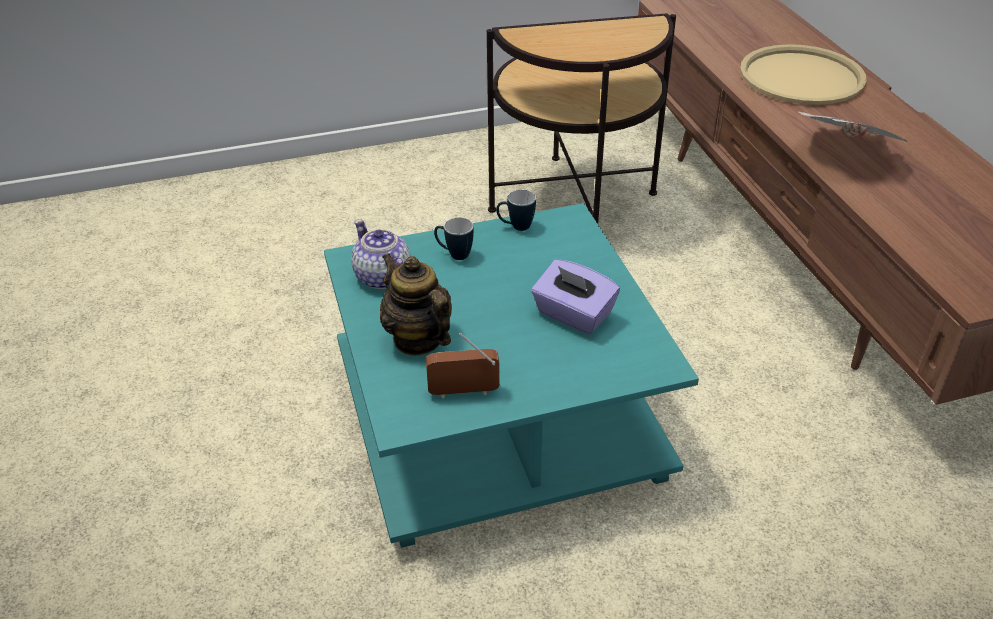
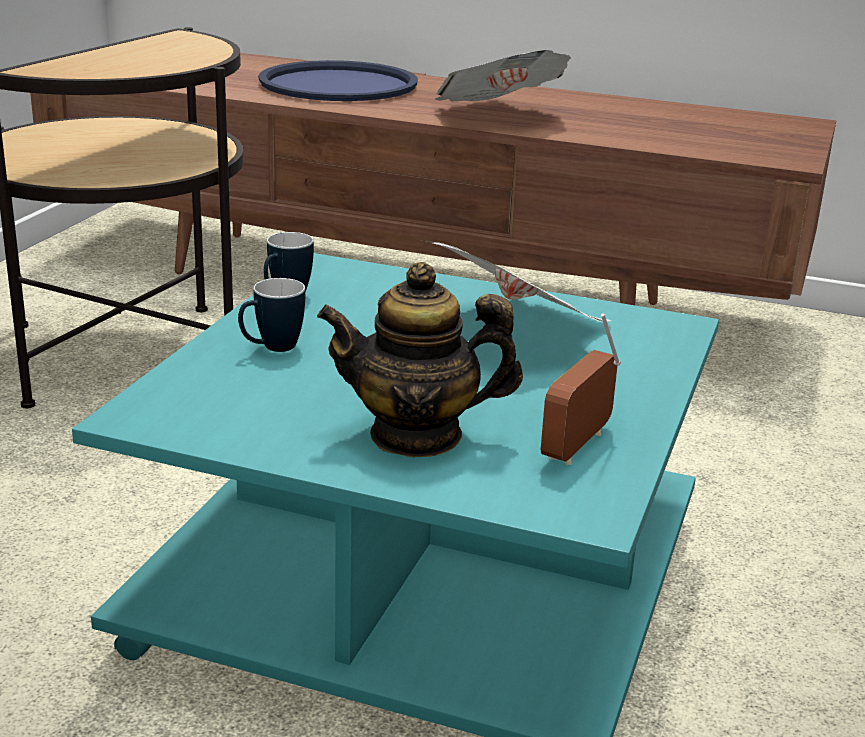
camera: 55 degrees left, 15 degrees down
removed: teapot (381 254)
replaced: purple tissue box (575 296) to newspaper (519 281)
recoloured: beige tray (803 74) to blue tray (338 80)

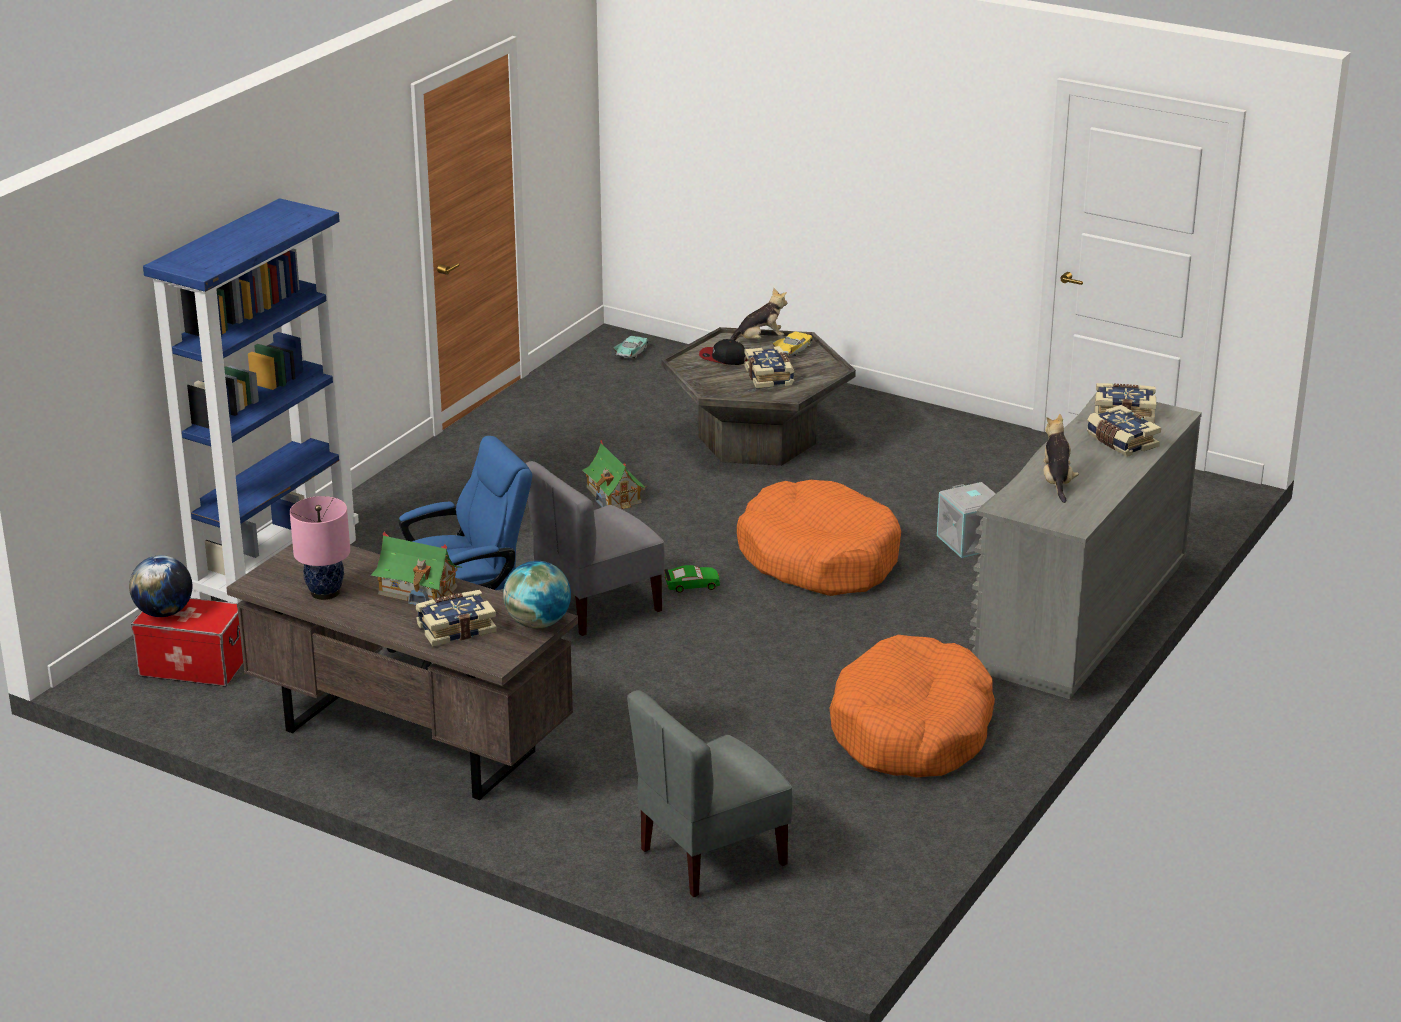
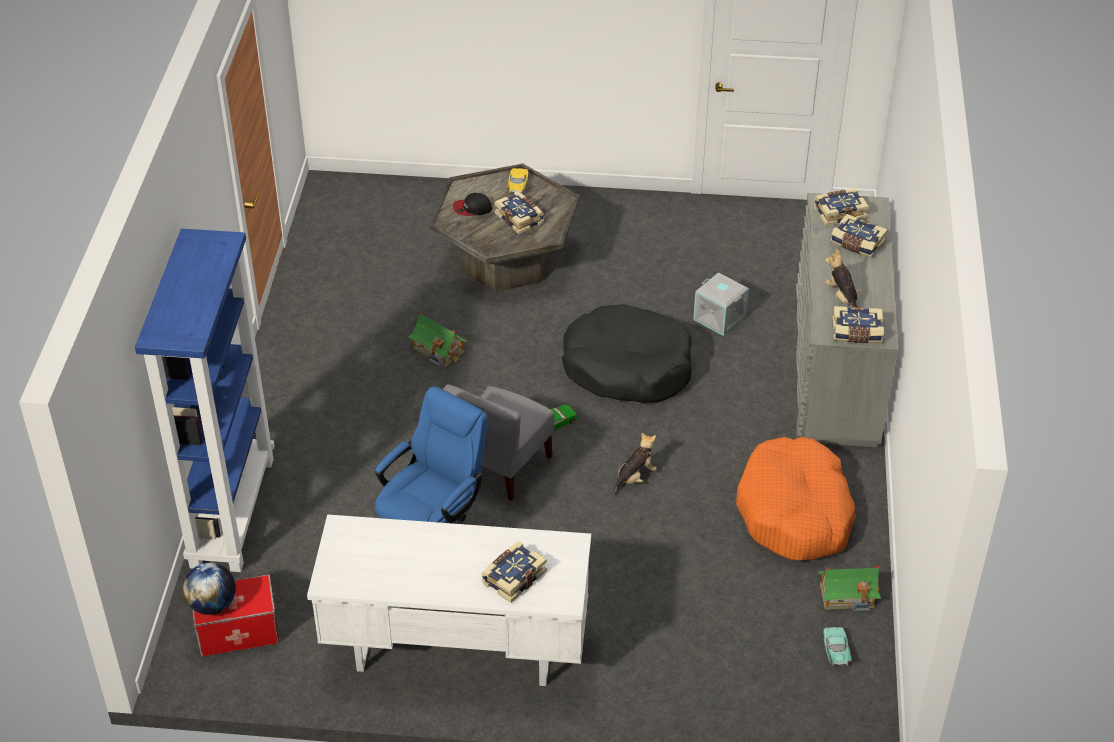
camera: 25 degrees left, 15 degrees up
removed: pink table lamp (320 548); globe (537 594); grey chair (709 793)
added: book (858 324)
moved: toy house (416 568) to (849 588); turquoise toy car (631 347) to (837 646); plush toy (758 314) to (635 464)
recoloured: brown desk (402 671) to white desk (449 600); orange dog bed (819 538) to black dog bed (627 353)

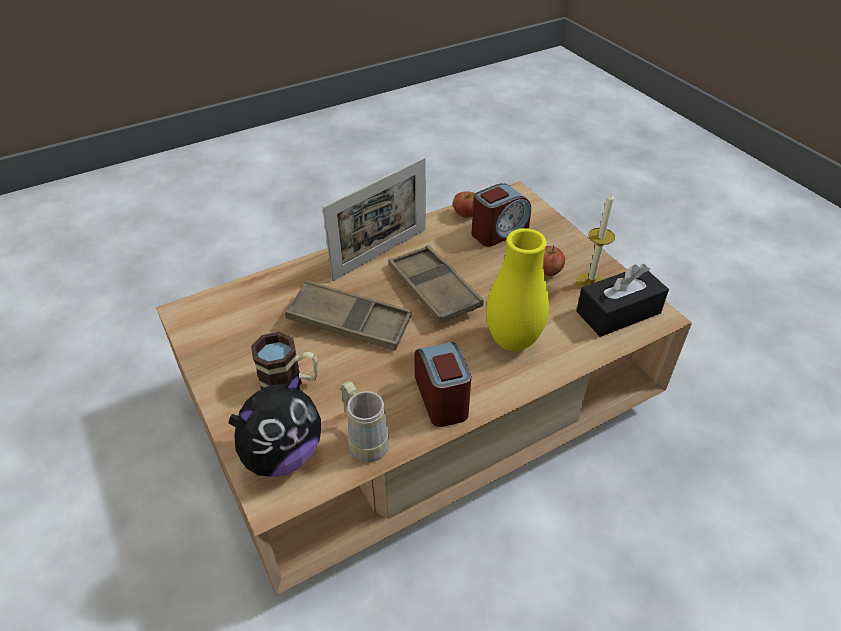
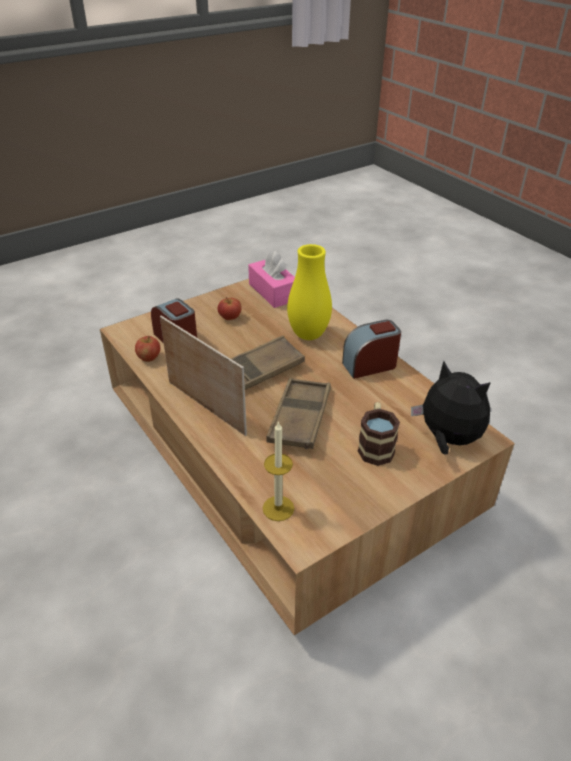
camera: 95 degrees left, 5 degrees down
removed: beige mug (365 421)
moved: candle (595 240) to (278 471)
recoloured: black tissue box (622 300) to pink tissue box (271 279)

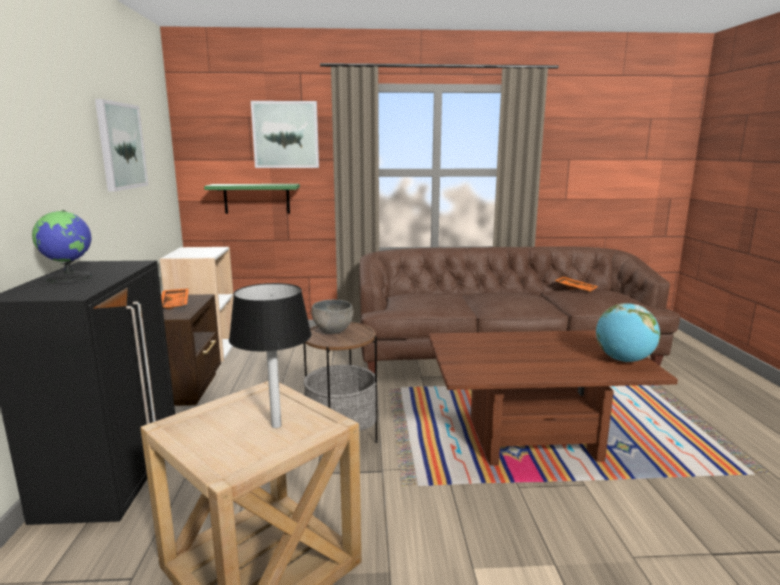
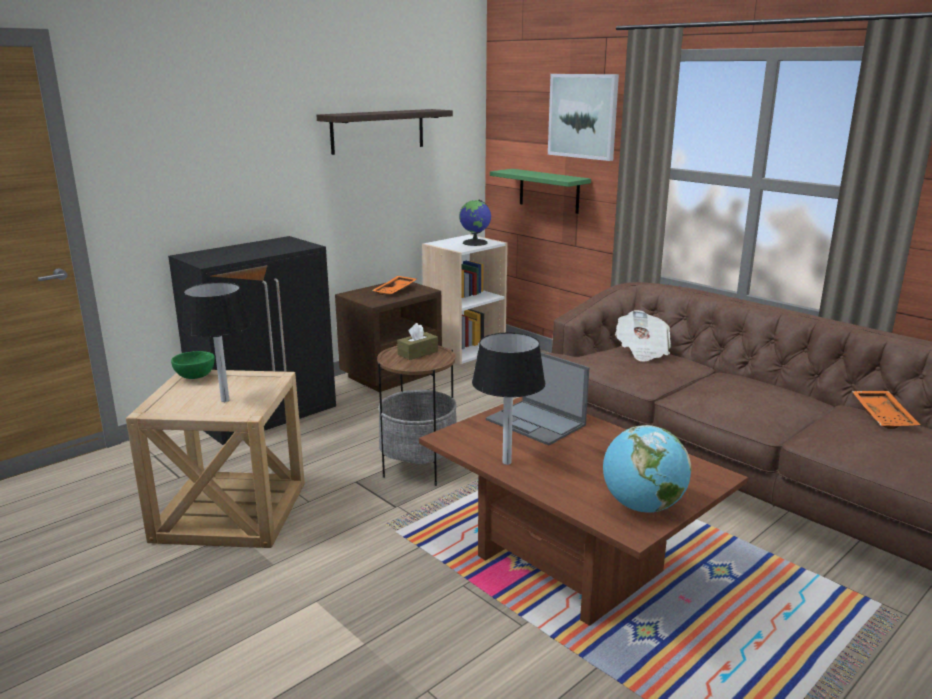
camera: 50 degrees right, 5 degrees up
added: green bowl (193 365); black table lamp (509 399); laptop (537 399); newspaper (643 336)
moved: globe (62 246) to (475 223)
replaced: picture (121 145) to shelf (385 132); grey bowl (332 317) to brown tissue box (417 341)

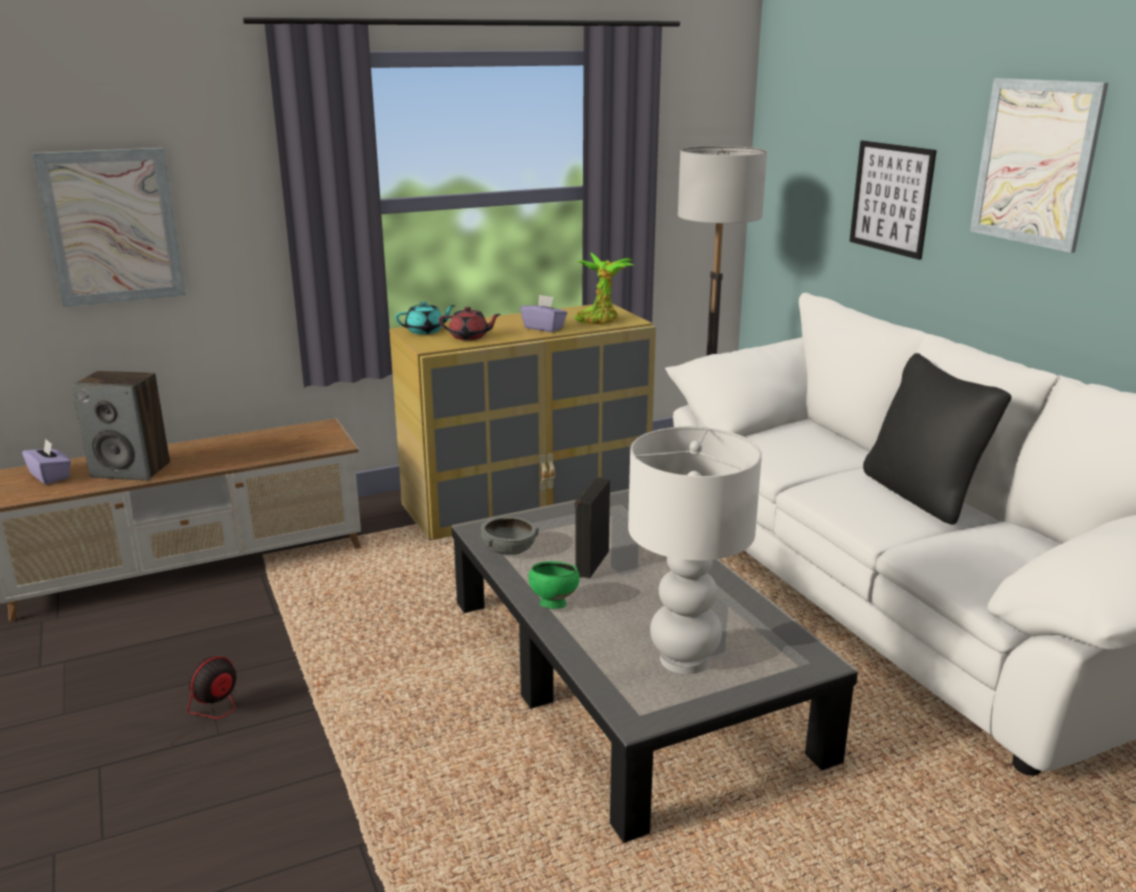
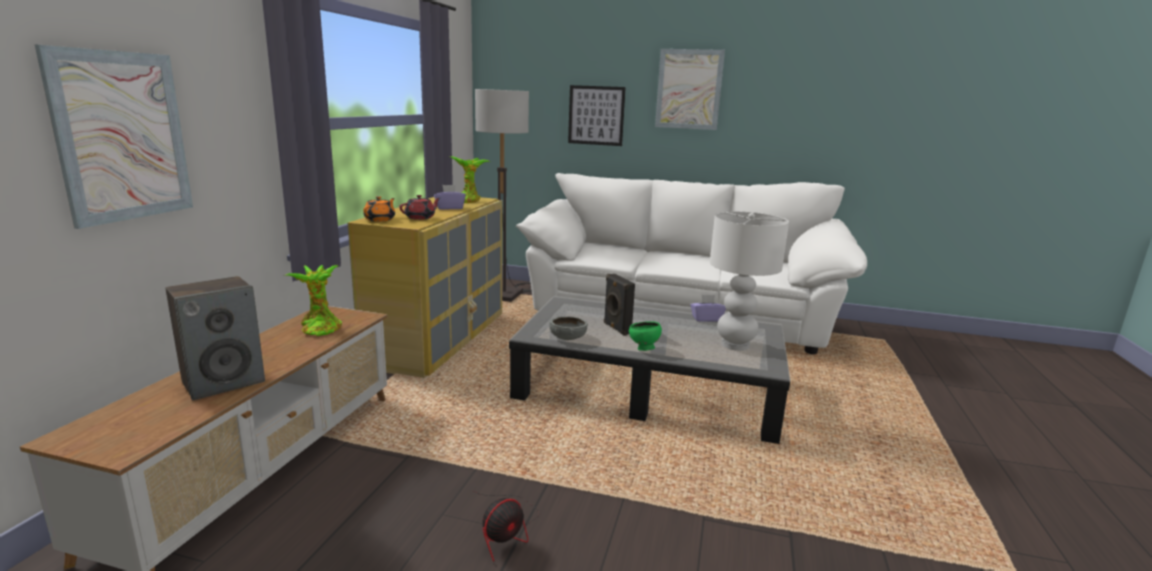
camera: 50 degrees left, 5 degrees down
removed: black pillow (937 439)
added: potted plant (314 300)
moved: purple tissue box (46 461) to (708 308)
recoloured: turquoise teapot (425 318) to orange teapot (379 209)
turned: fan (216 712) = (504 524) 120 degrees counterclockwise

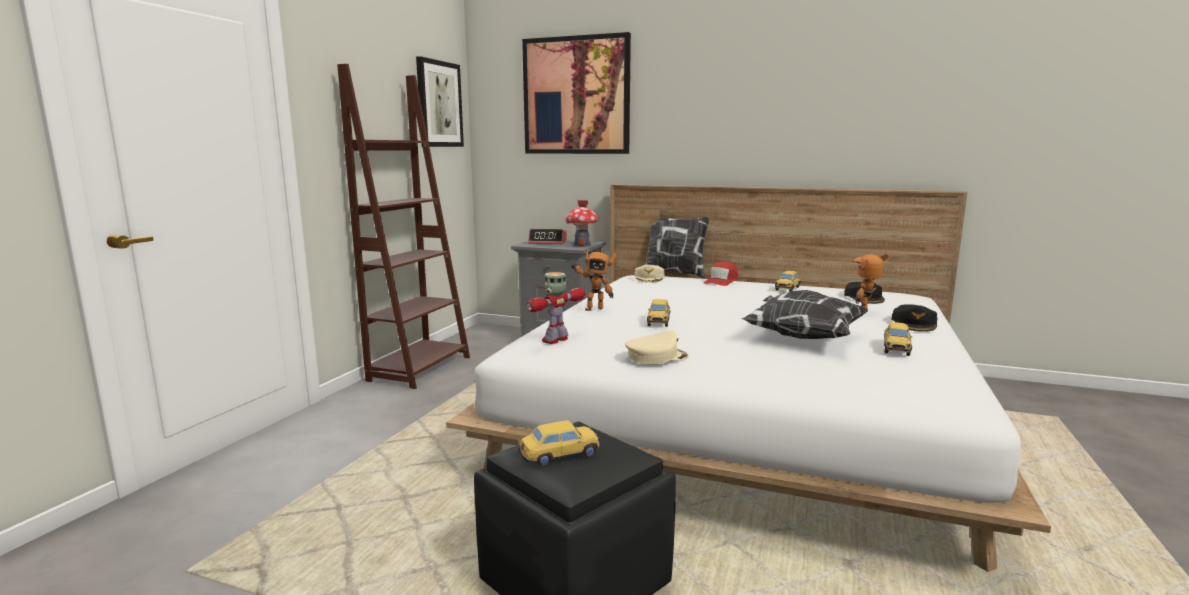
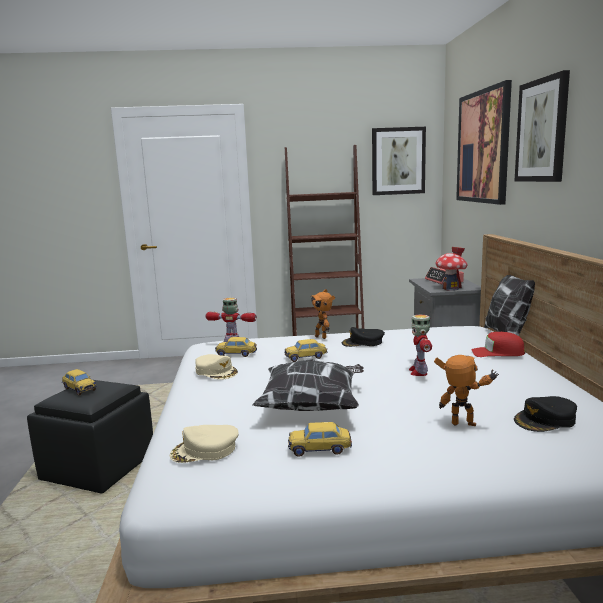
camera: 65 degrees right, 0 degrees up
added: toy robot (420 345); picture (542 126)
moved: beige cap (650 274) to (204 444); toy car (788 281) to (236 347); black cap (915 318) to (363 337)

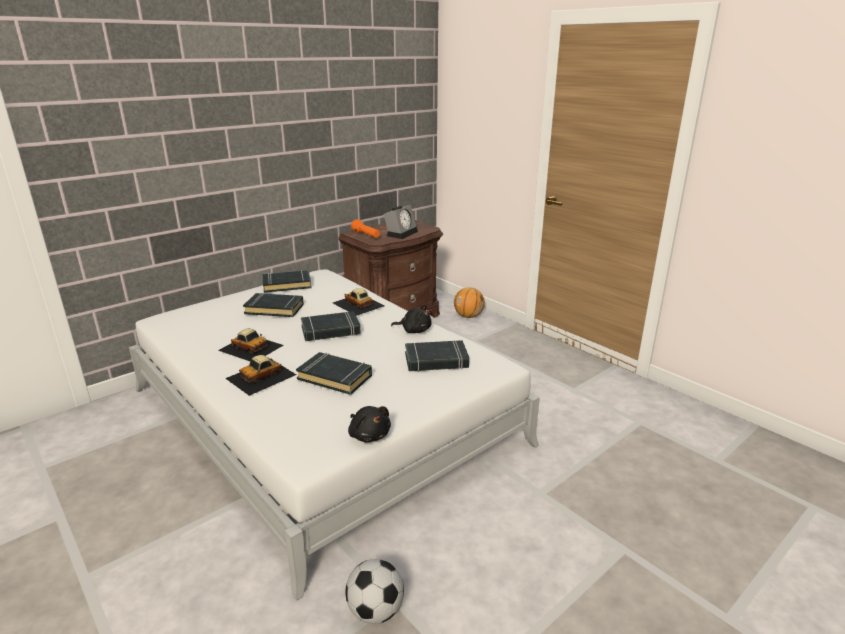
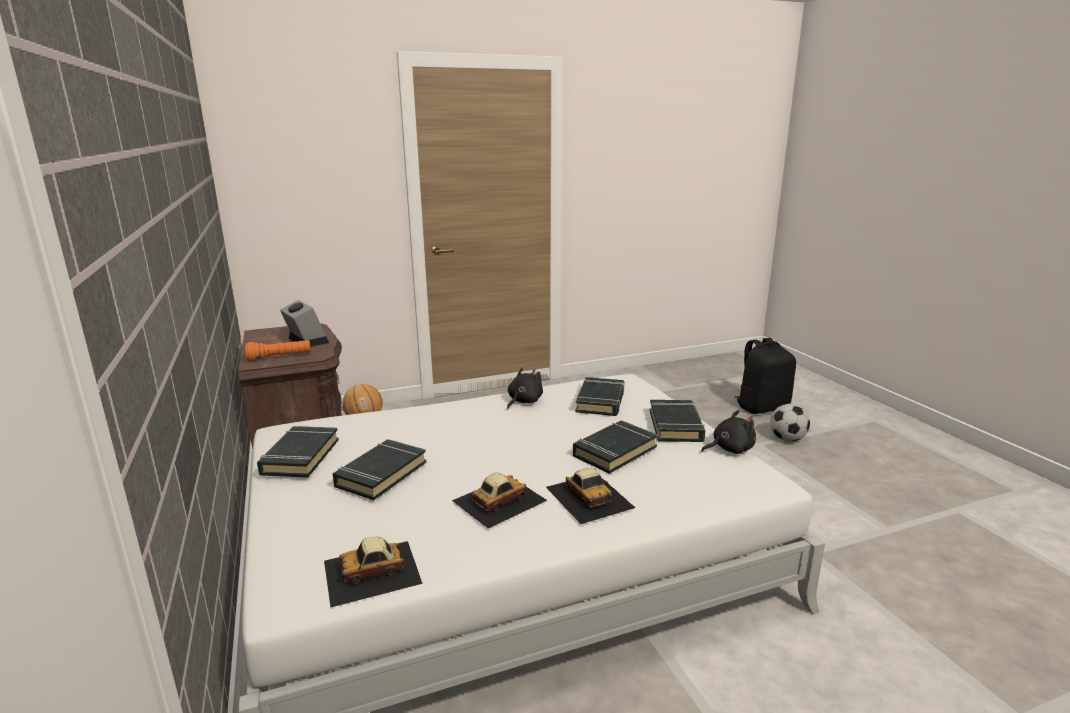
camera: 70 degrees left, 5 degrees down
added: black backpack (765 376)
moved: black book (331 326) to (677 421); toy car (359 302) to (373 572); football (375 591) to (790 422)

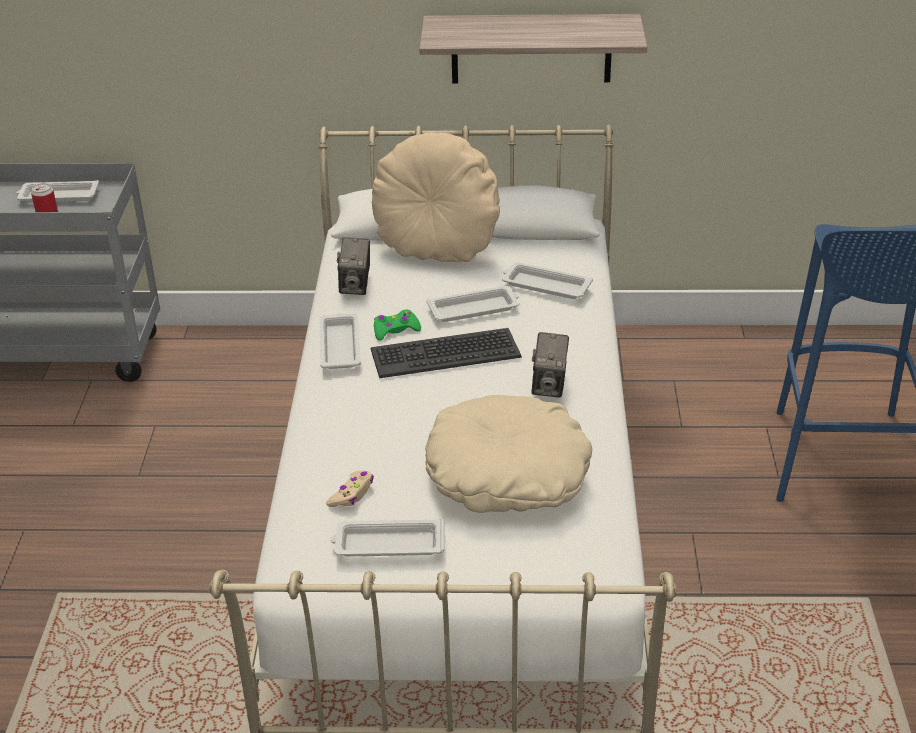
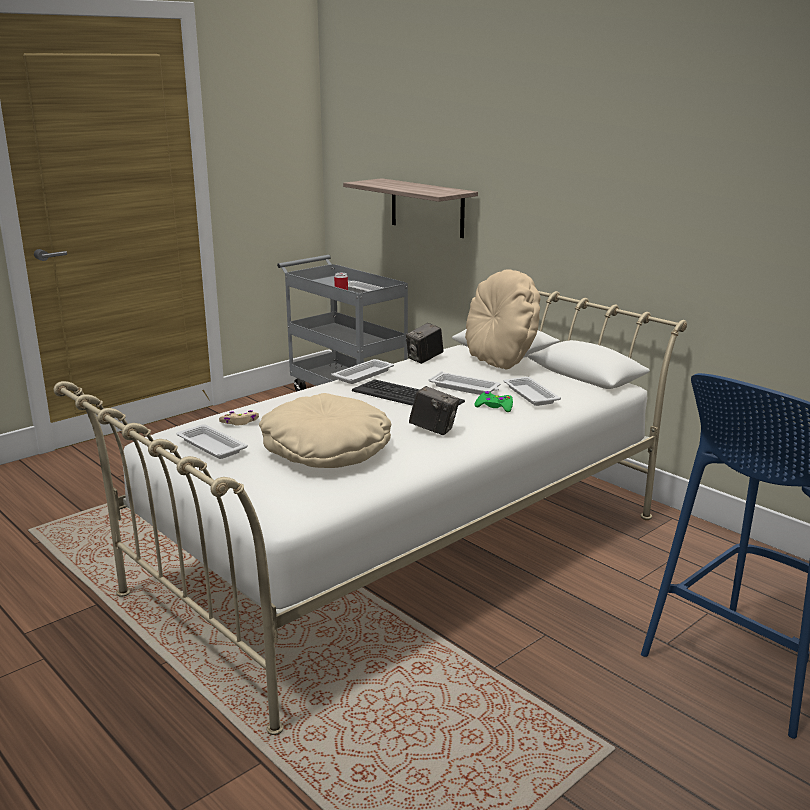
camera: 45 degrees right, 15 degrees down
moved: green game controller (397 325) to (494 401); shelf (533 48) to (410 208)
turned: photo camera (550 365) = (434 410) 120 degrees counterclockwise

